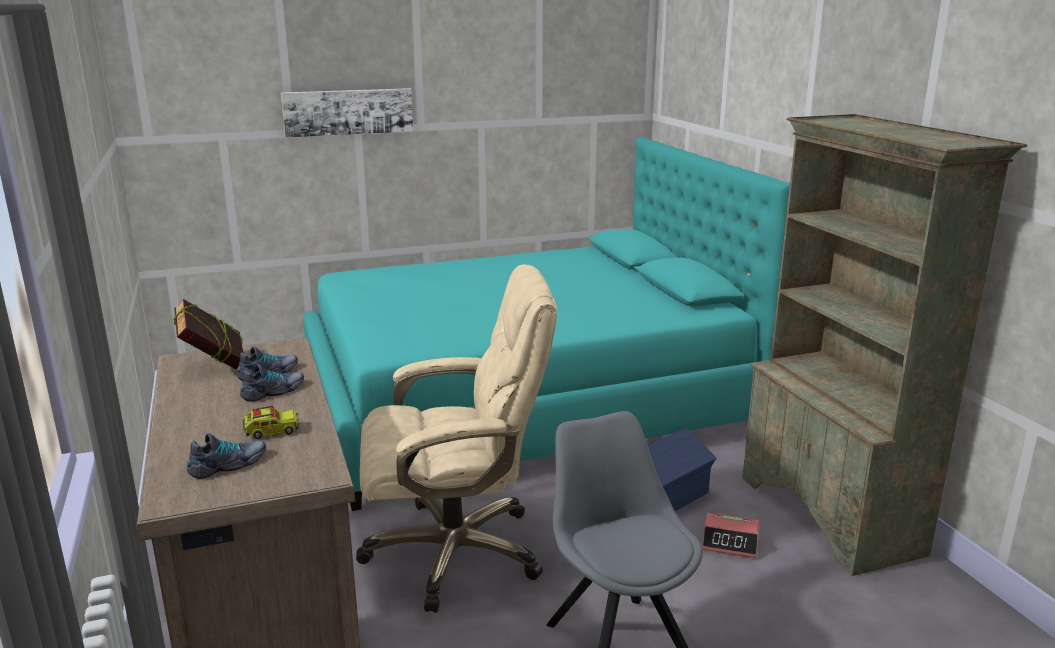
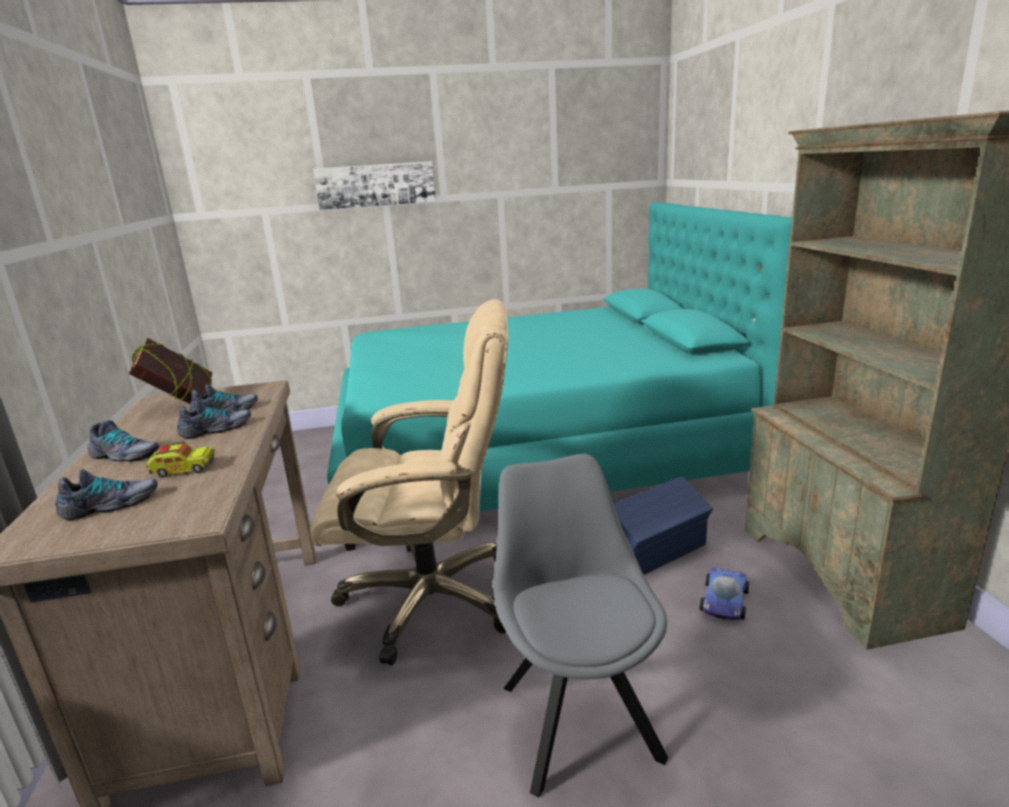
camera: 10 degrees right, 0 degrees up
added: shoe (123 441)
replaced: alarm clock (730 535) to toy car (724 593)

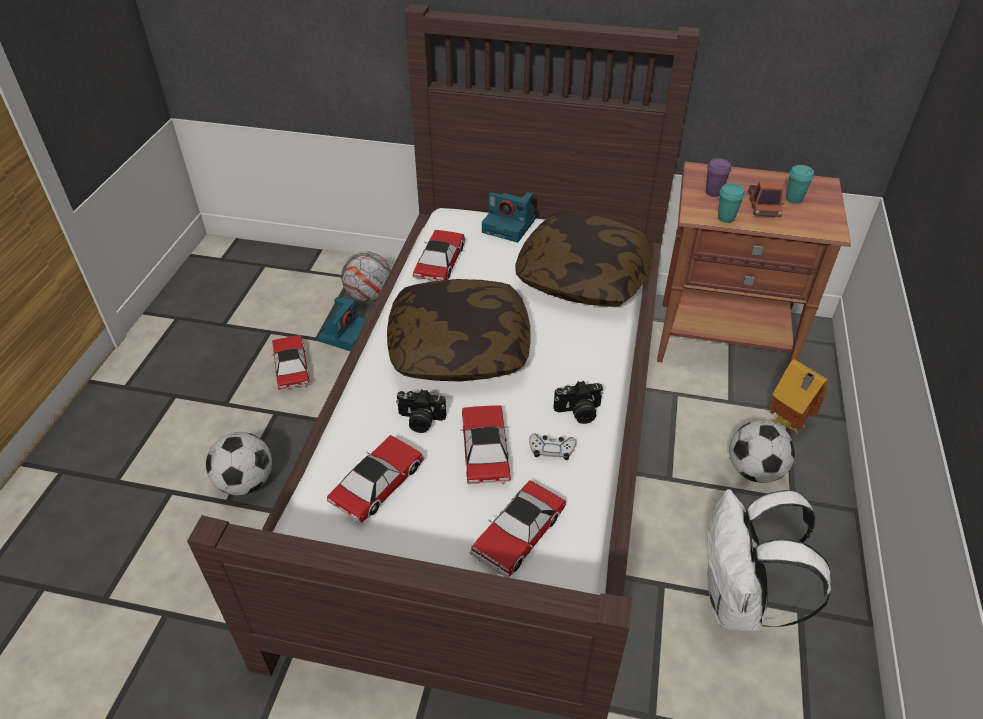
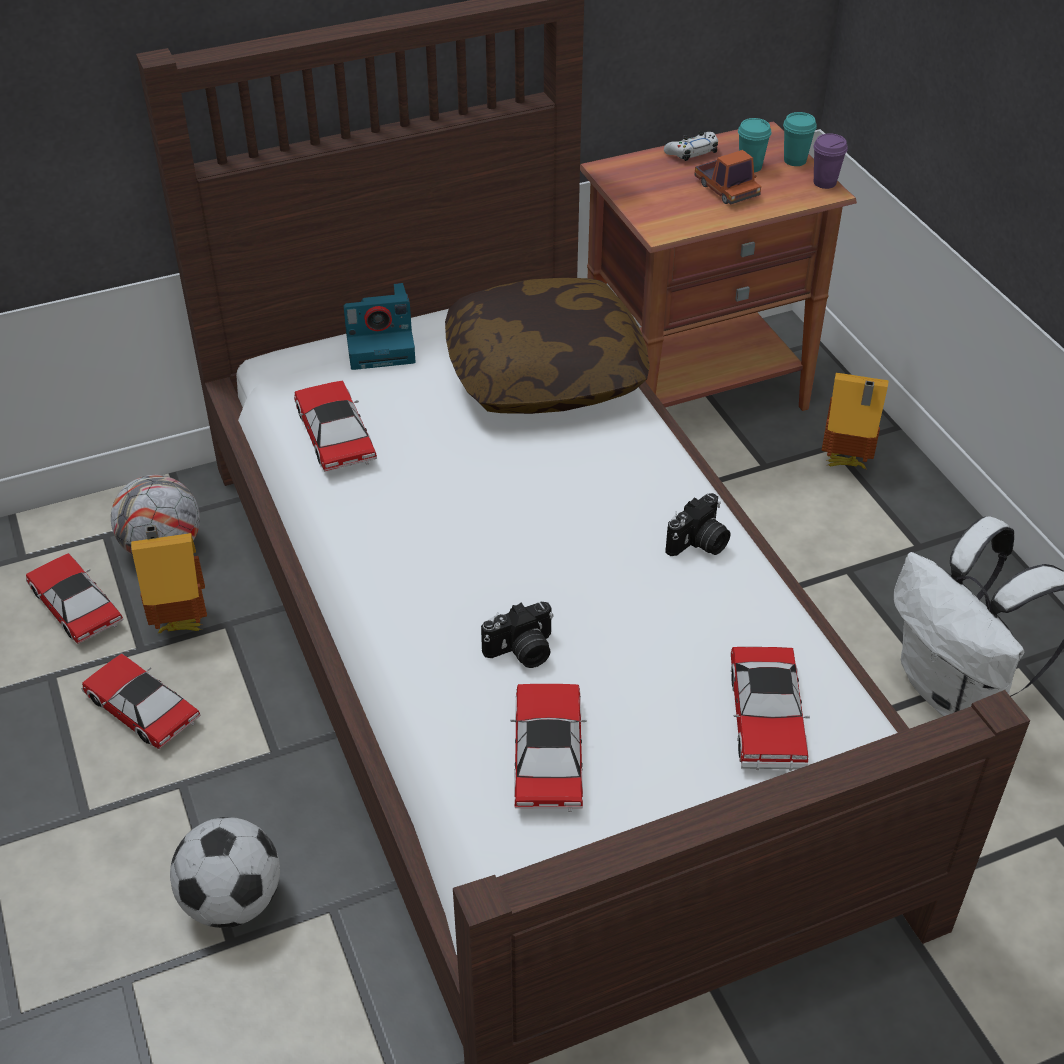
camera: 35 degrees left, 0 degrees up
removed: pillow (459 330); football (762 451)
moved: toy car (485 444) to (75 598); white game controller (552 447) to (691 146); purple cup (718 177) to (830 161); turquoise cup (731 203) to (800 139)
replaced: photo camera (342 324) to toy house (169 579)

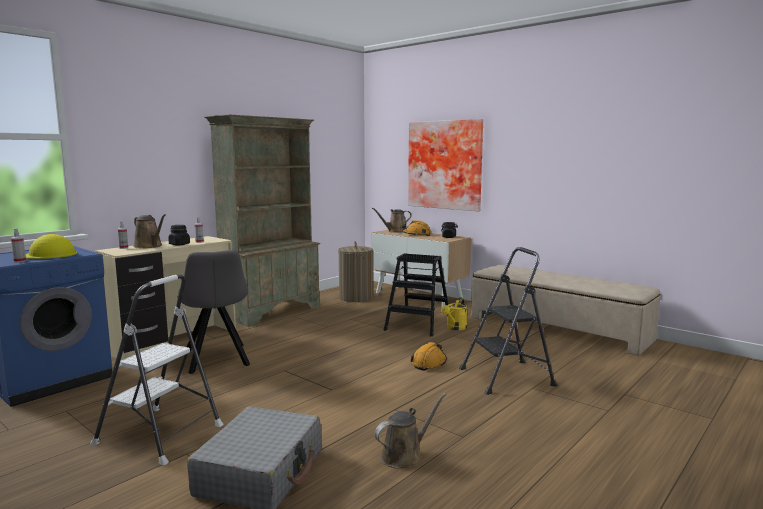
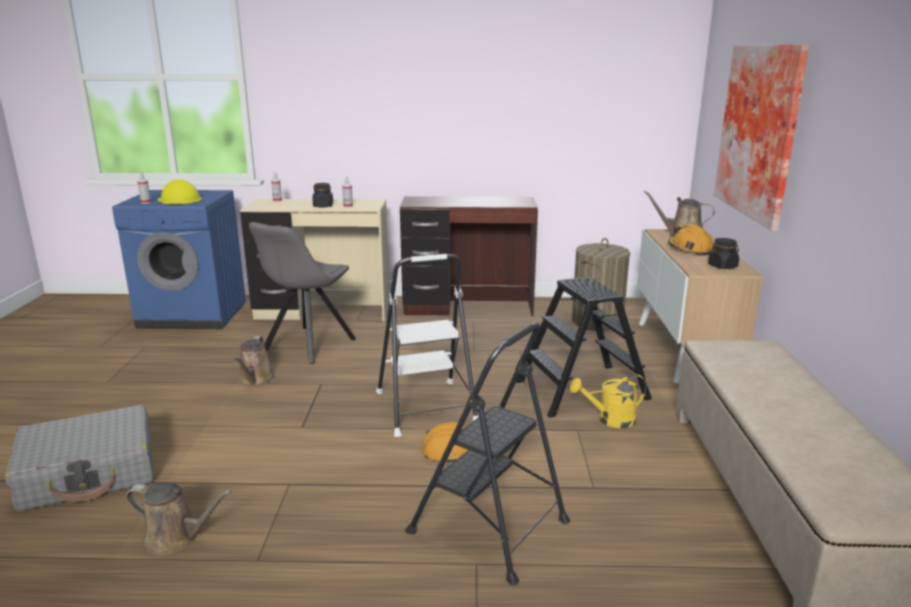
camera: 50 degrees right, 10 degrees up
moved: white step ladder (157 370) to (427 345); brown watering can (149 231) to (255 361)
replaced: green bookcase (262 220) to brown desk (469 256)

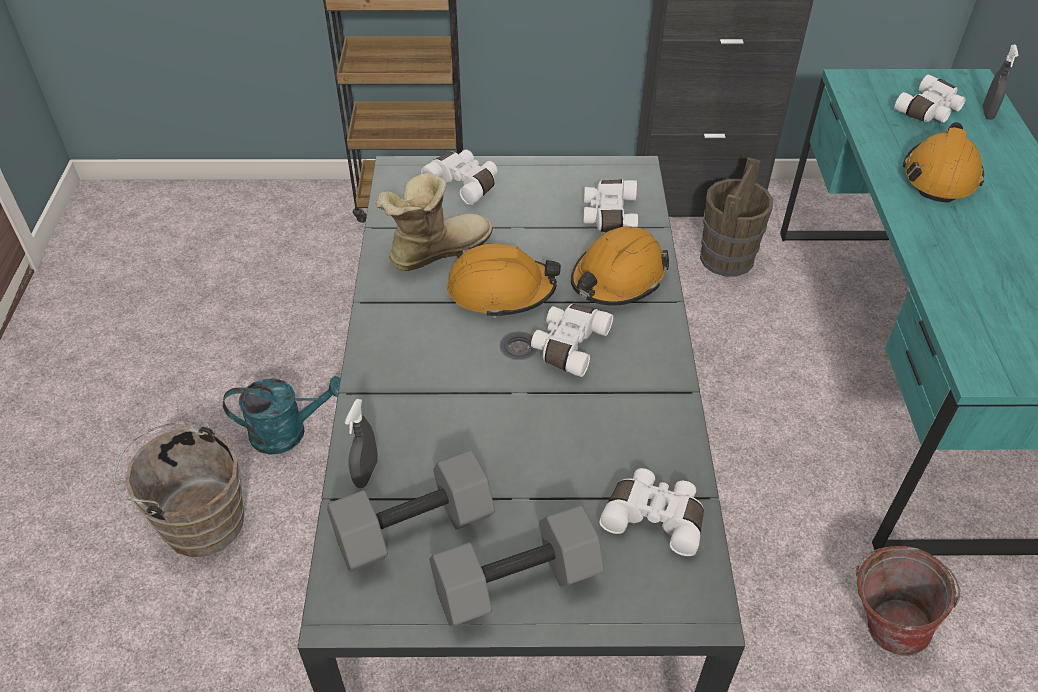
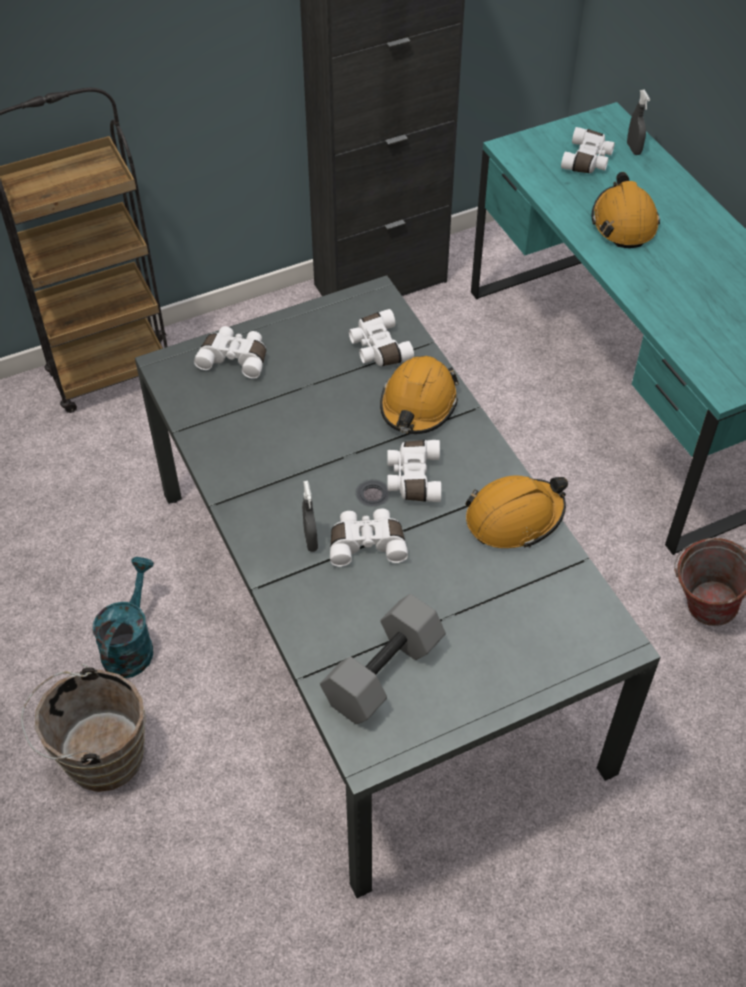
camera: 25 degrees left, 5 degrees up
removed: boot (434 222); grey dumbbell (516 565); brown bucket (736 216)
moved: grey spray bottle (361 443) to (310 516); orange hard hat (504 280) to (516 512); white binoculars (651 512) to (369 538)
turned: turquoise watering can (281 415) = (123 617) 45 degrees counterclockwise

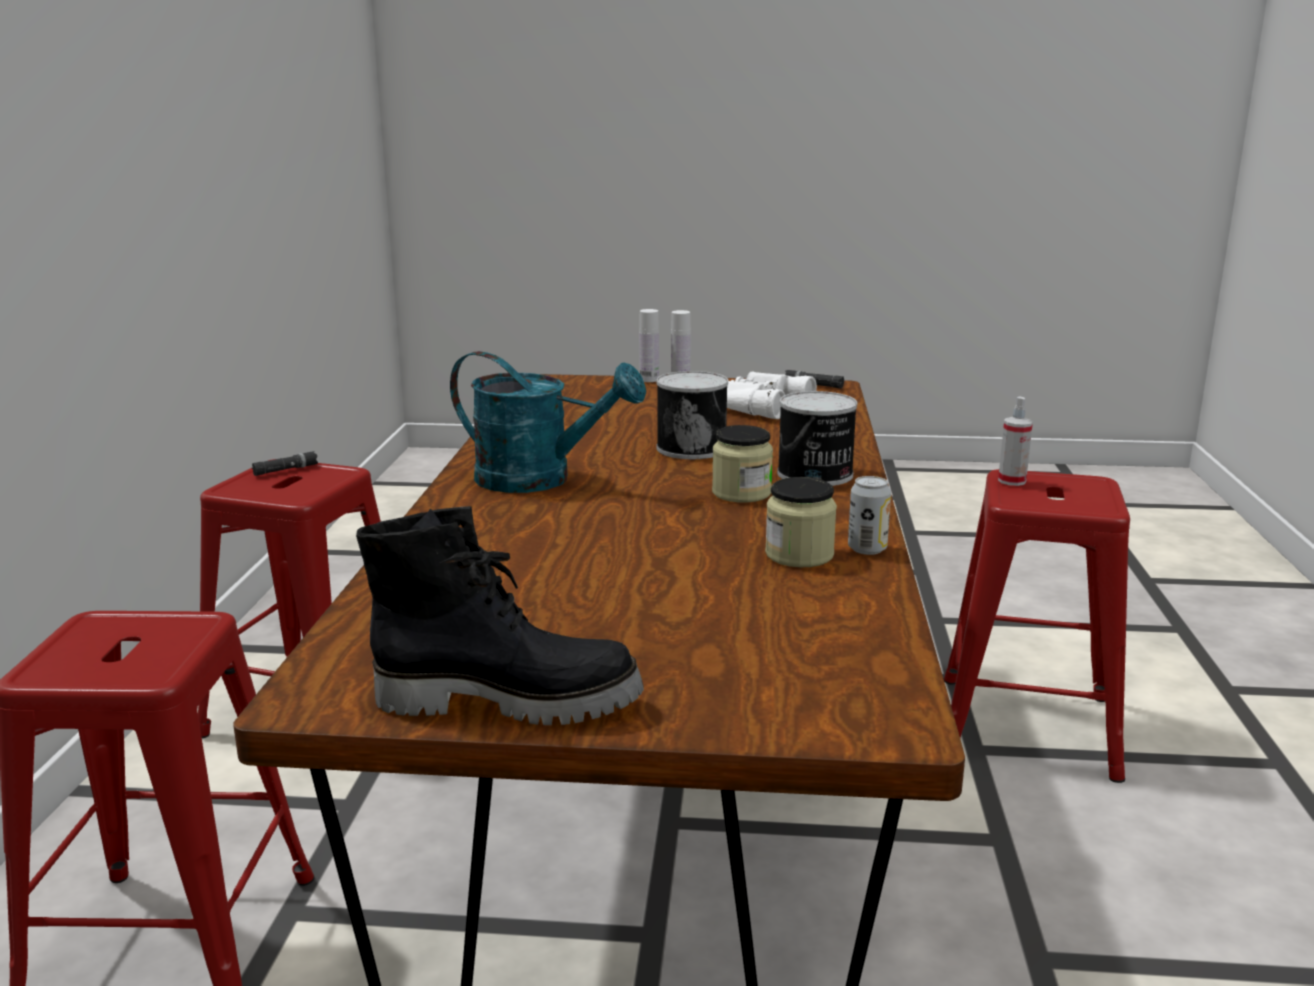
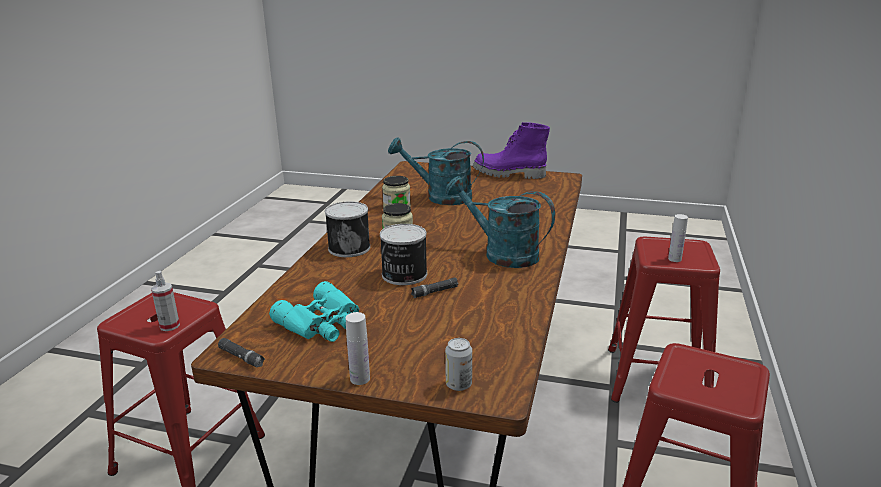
camera: 170 degrees left, 5 degrees up
added: turquoise watering can (436 171)
moved: black flashlight (285 463) to (435 287); white bottle (649 345) to (678 238); can (869 515) to (458 364)
recoloured: black boot (500 615) to purple boot (511 150); white binoculars (772 395) to turquoise binoculars (314 311)

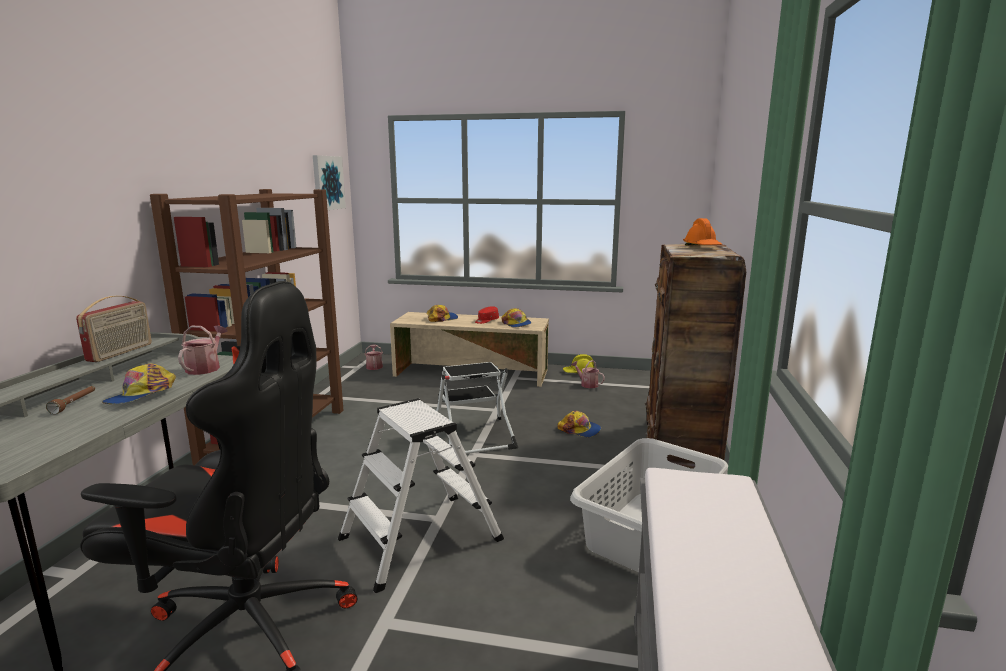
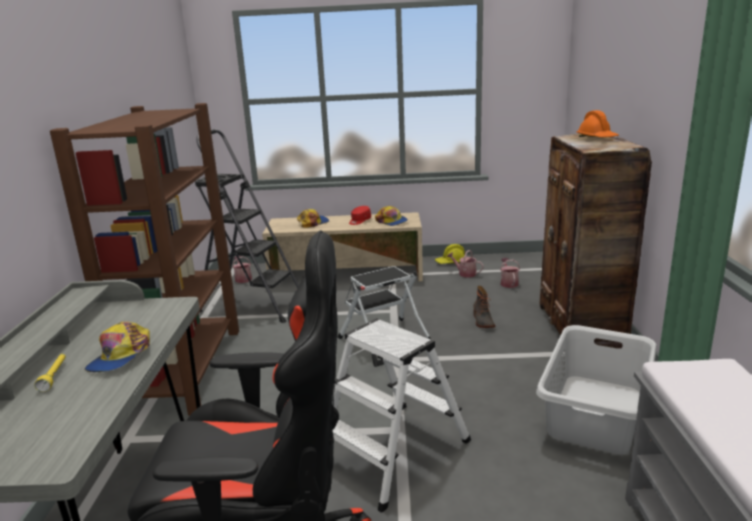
camera: 10 degrees left, 5 degrees up
removed: radio (114 329); picture (329 182)
added: step ladder (247 226)
moved: watering can (203 350) to (510 273)
replaced: cap (579 424) to boot (484 307)
recoloured: brown flashlight (70 400) to yellow flashlight (50 373)

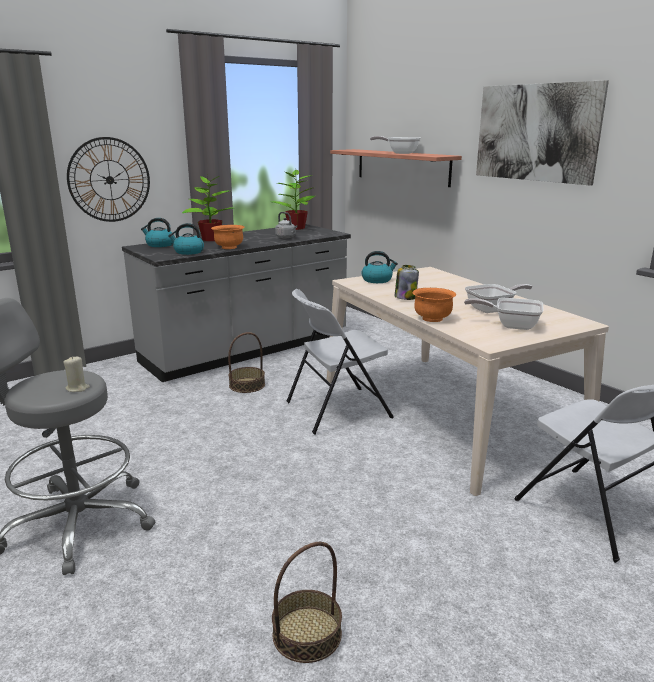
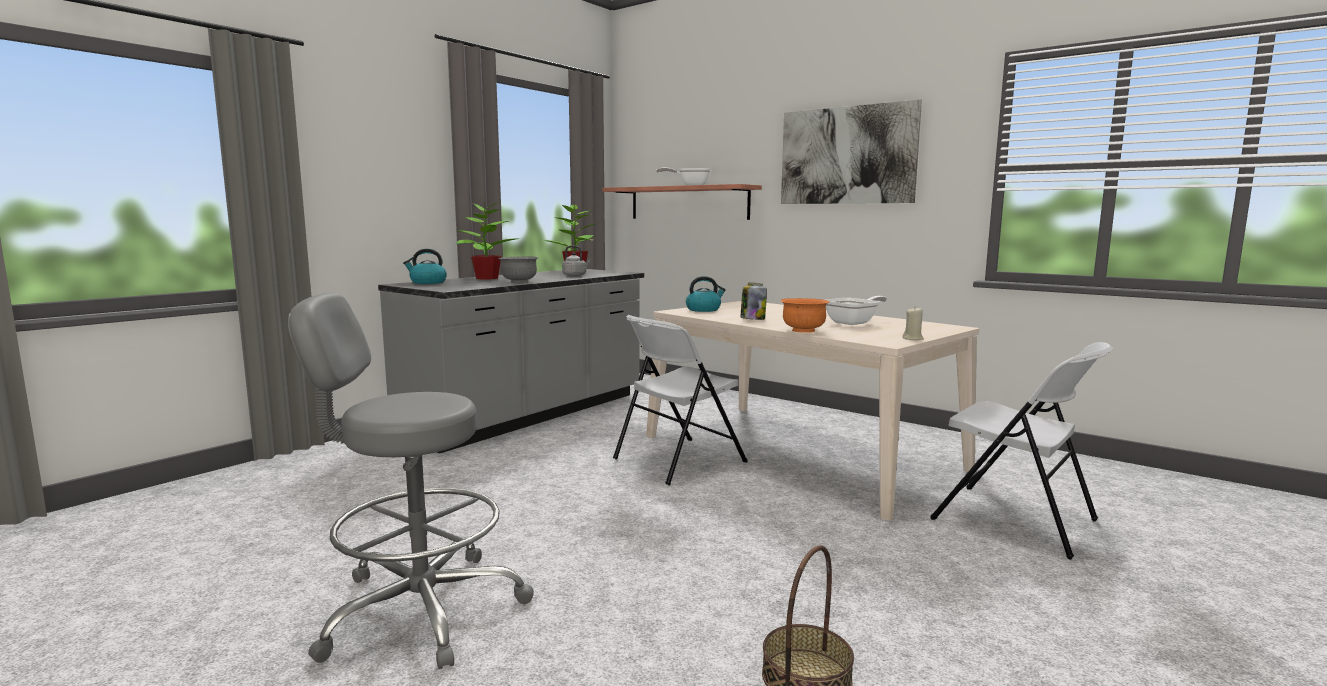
camera: 15 degrees left, 10 degrees down
removed: wall clock (108 179); kettle (186 239); basket (246 362); frying pan (504 314)
moved: beige candle (76 374) to (913 324)
recoloured: orange bowl (227 237) to grey bowl (518 269)

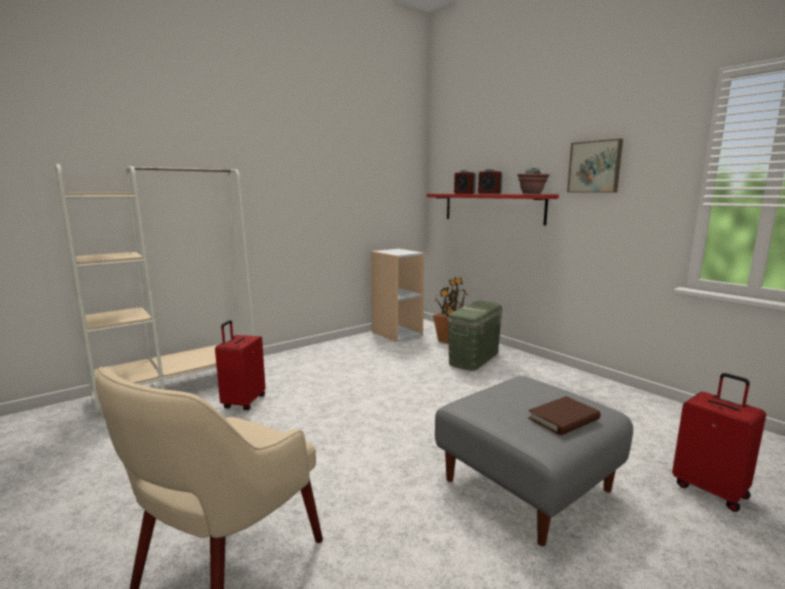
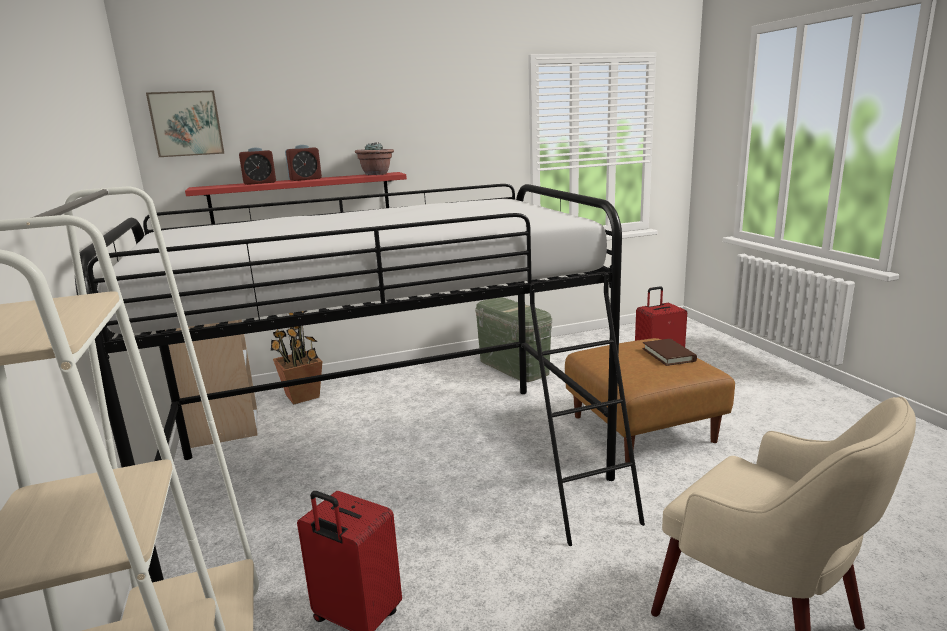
camera: 70 degrees left, 5 degrees up
added: black bed (360 383)
moved: green storage box (475 336) to (513 339); picture (595 166) to (185 124)
recoloured: grey ottoman (534 461) to brown ottoman (650 400)

